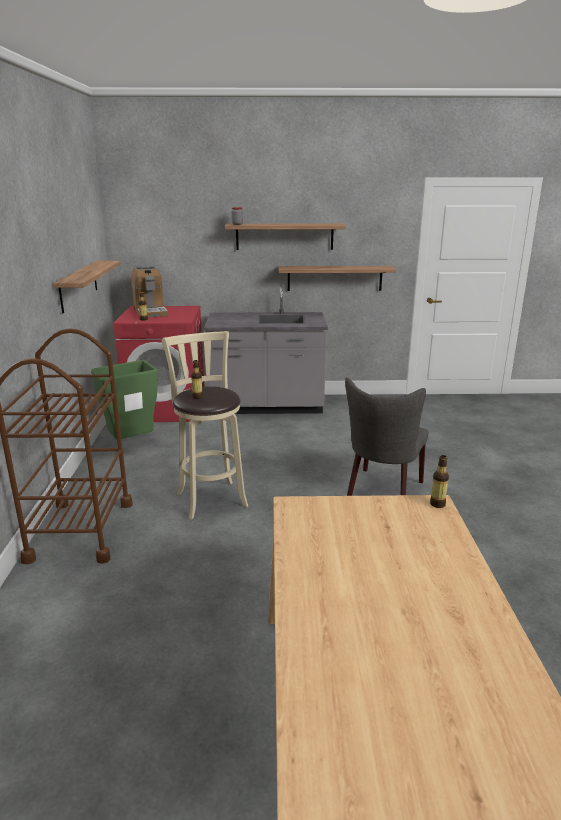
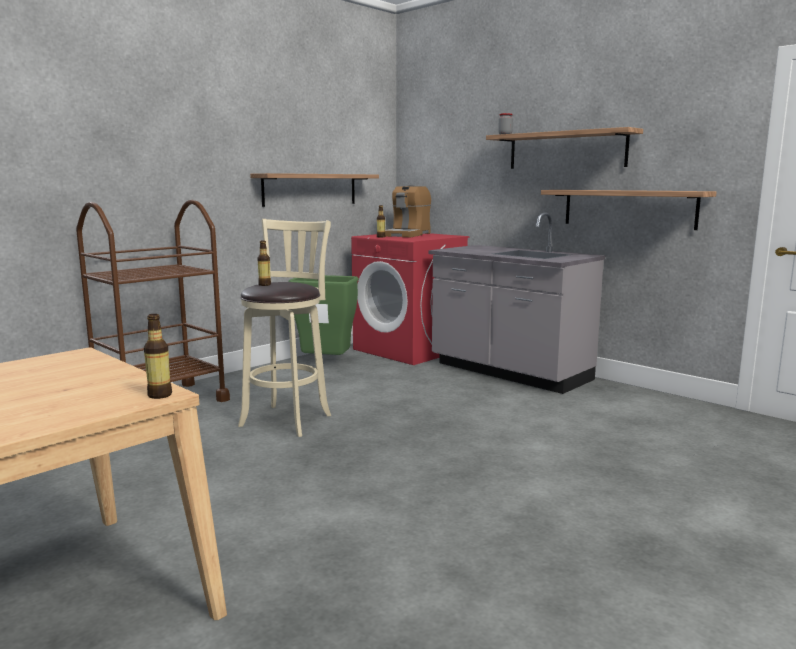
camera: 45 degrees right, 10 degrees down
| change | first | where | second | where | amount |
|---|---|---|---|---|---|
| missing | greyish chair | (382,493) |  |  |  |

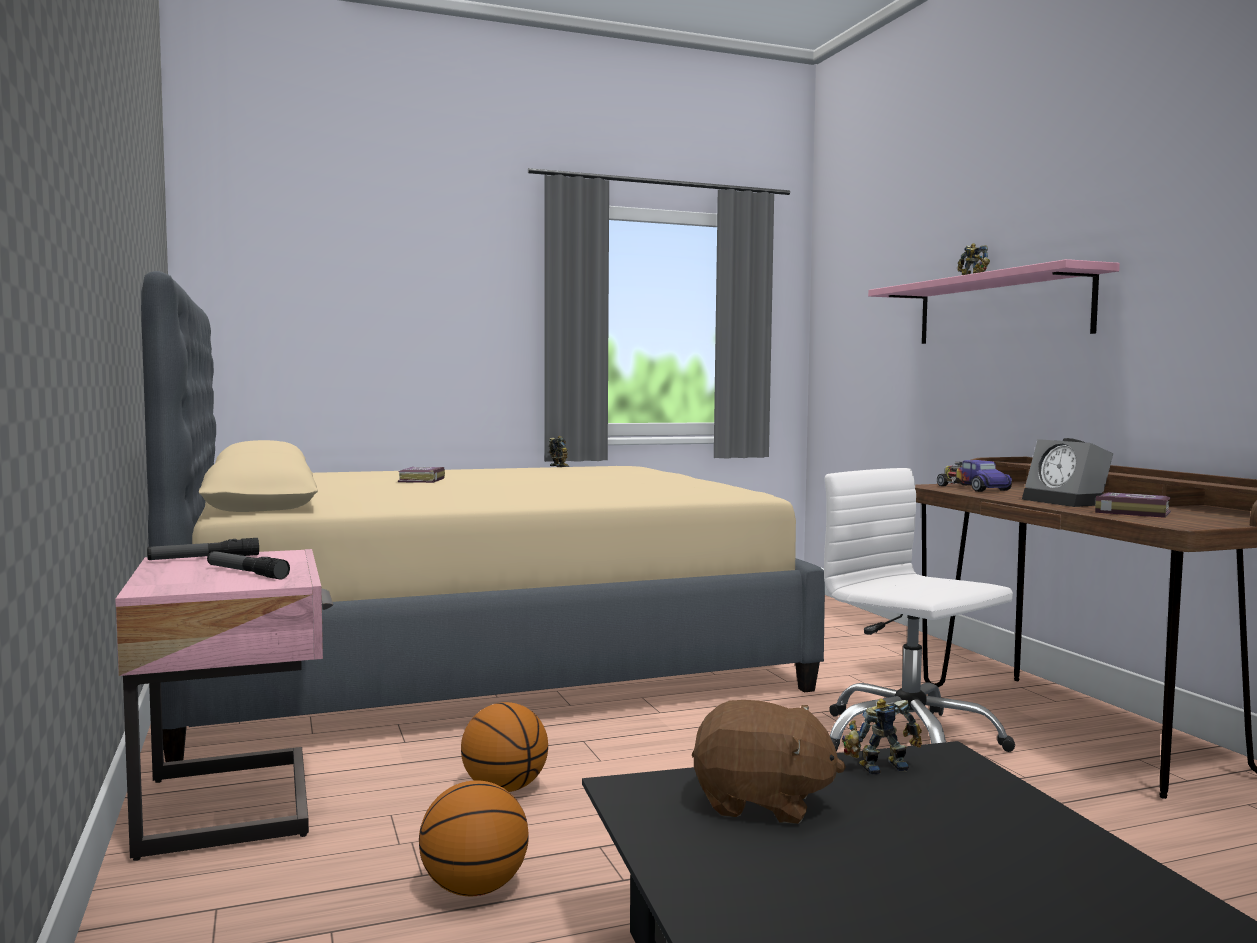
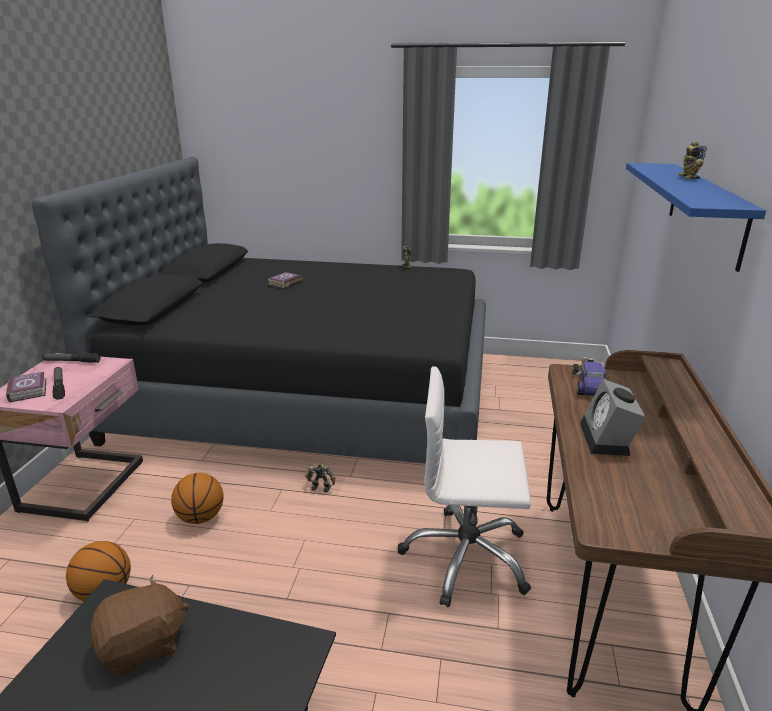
camera: 30 degrees right, 20 degrees up
| change | first | where | second | where | amount |
|---|---|---|---|---|---|
| colour | pinkish bracket shelf | (1000,309) | blue-coloured bracket shelf | (705,210) |  |
| colour | beige-coloured bed | (477,659) | black-coloured bed | (312,394) |  |
| spun | whitish desk chair | (908,740) |  | (466,557) | 75 degrees counterclockwise |
| relocated | bound book | (1131,512) |  | (29,390) |  |
| relocated | robot figure | (880,766) |  | (321,486) |  |
| spun | brownish cuddly toy | (762,803) |  | (143,646) | 75 degrees counterclockwise |

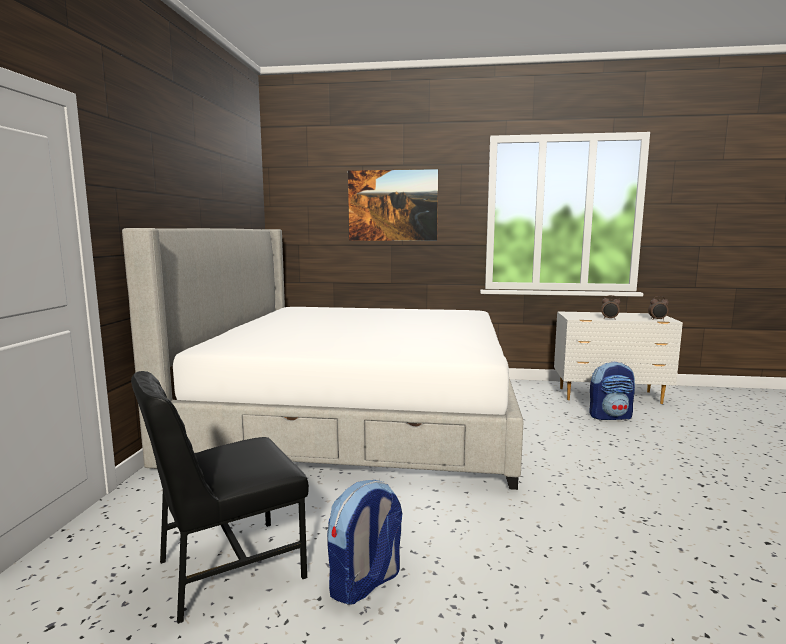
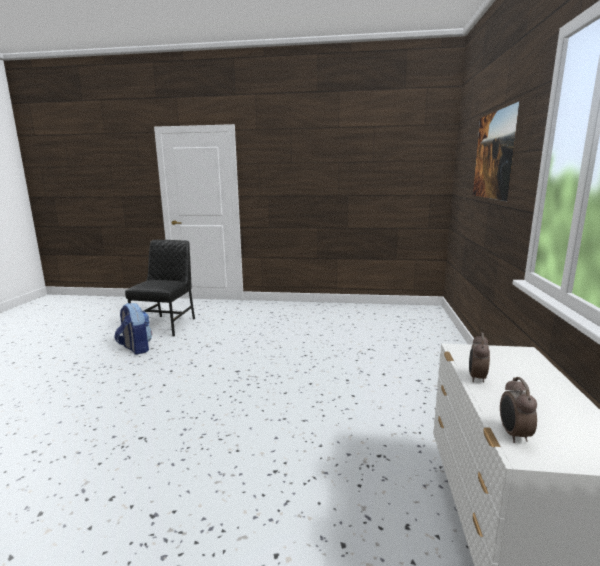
camera: 90 degrees right, 5 degrees up
| change | first | where | second | where | amount |
|---|---|---|---|---|---|
| missing | bed | (358,416) |  |  |  |
| missing | backpack | (610,416) |  |  |  |
| spun | black-coloured chair | (228,568) |  | (166,325) | 45 degrees clockwise |

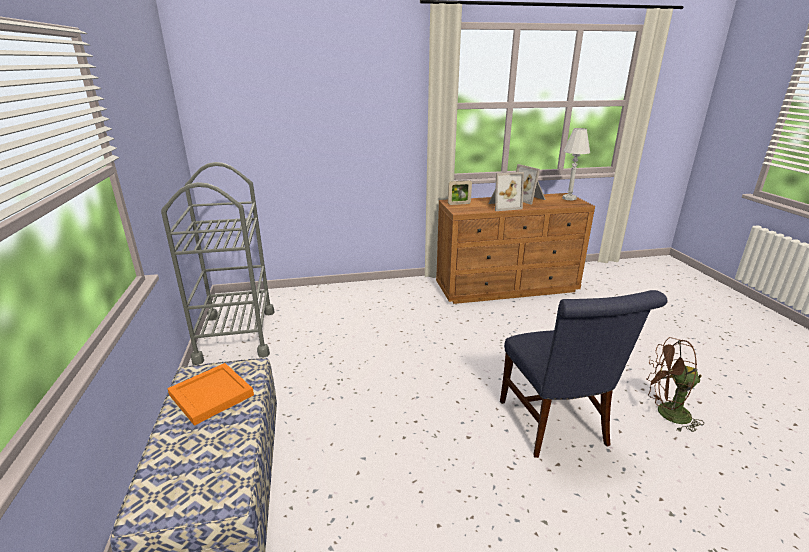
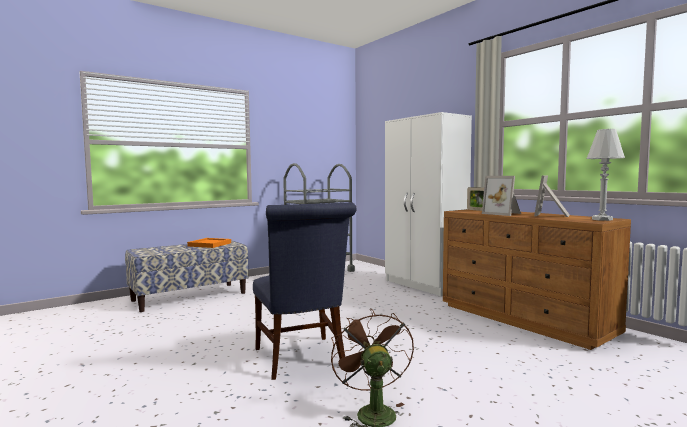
camera: 65 degrees right, 20 degrees down
| change | first | where | second | where | amount |
|---|---|---|---|---|---|
| spun | blue-coloured chair | (556,426) |  | (302,359) | 75 degrees counterclockwise |
| appeared |  |  | whitish clothes cupboard | (425,285) |  |

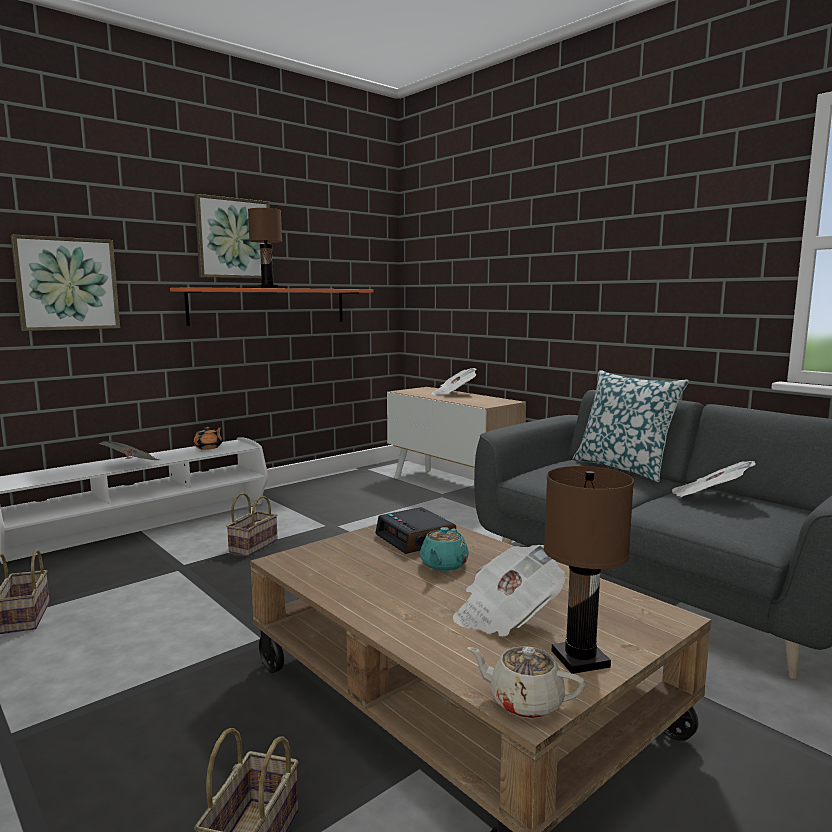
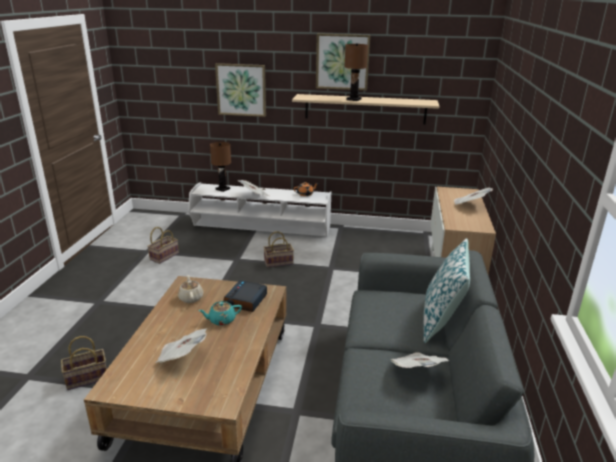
camera: 50 degrees right, 15 degrees up
| change | first | where | second | where | amount |
|---|---|---|---|---|---|
| colour | orange bracket shelf | (270,306) | beige-coloured bracket shelf | (365,109) |  |
| relocated | brownish tabletop lamp | (581,659) |  | (222,189) |  |
| relocated | beige-coloured teapot | (524,702) |  | (191,298) |  |

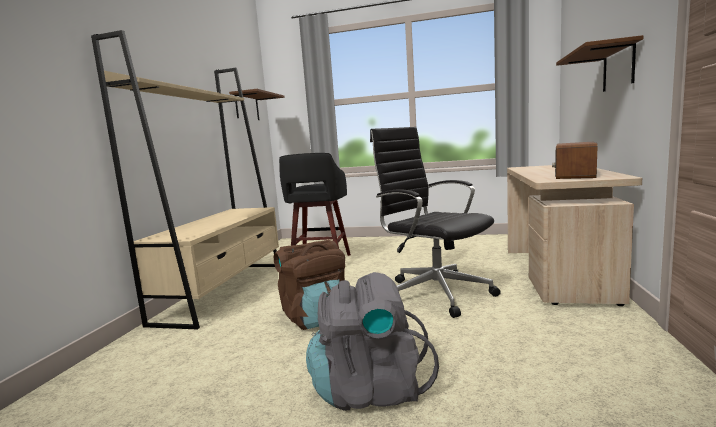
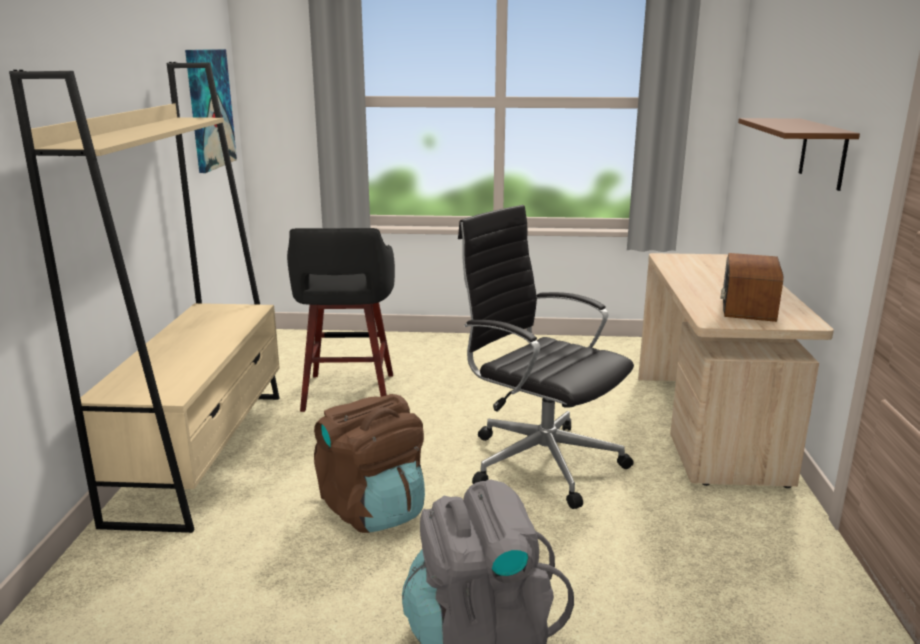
camera: 10 degrees left, 10 degrees up
| change | first | where | second | where | amount |
|---|---|---|---|---|---|
| exchanged | brownish bracket shelf | (247,107) | wall art | (209,109) |  |

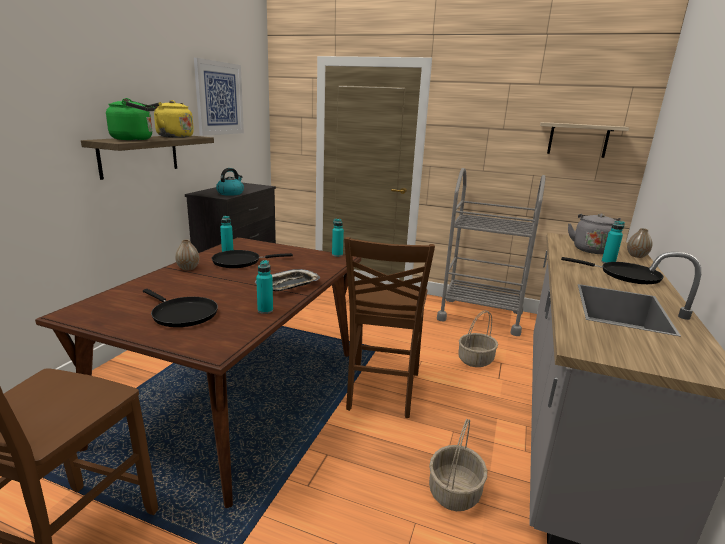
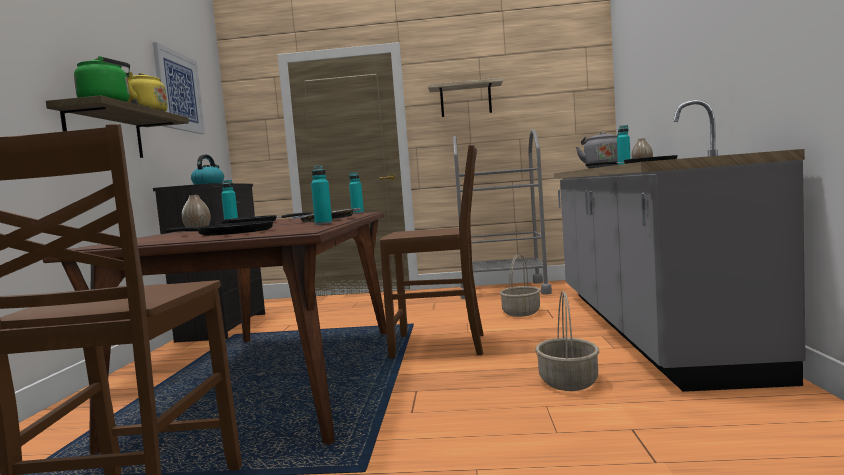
camera: 15 degrees left, 15 degrees down
| change | first | where | second | where | amount |
|---|---|---|---|---|---|
| relocated | bracket shelf | (578,140) |  | (465,100) |  |
| spun | brownish chair | (381,391) |  | (441,346) | 75 degrees counterclockwise |

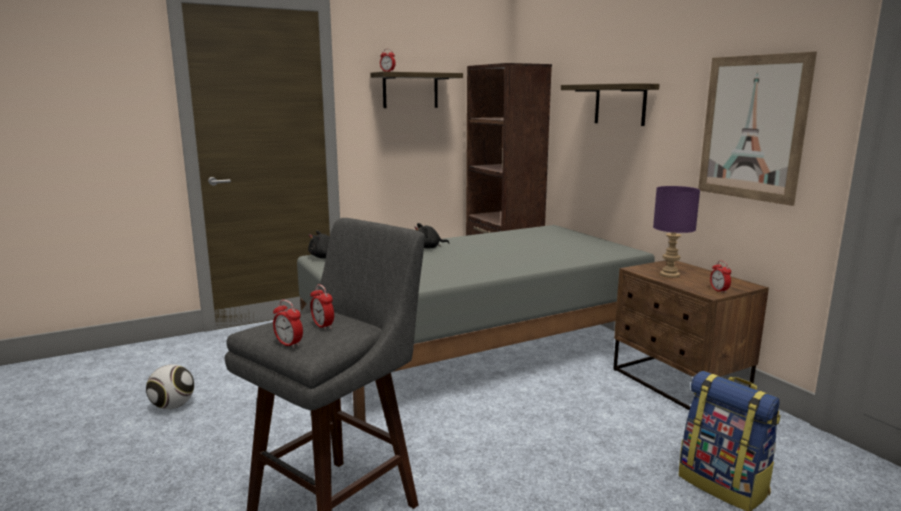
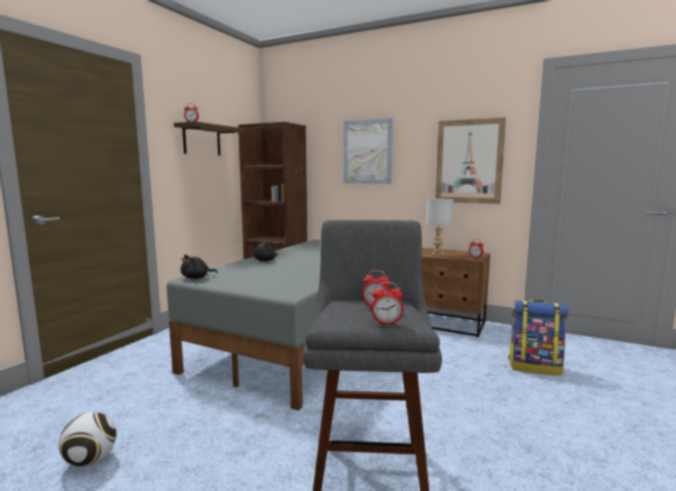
camera: 35 degrees left, 5 degrees down
| change | first | where | second | where | amount |
|---|---|---|---|---|---|
| exchanged | bracket shelf | (620,104) | wall art | (367,152) |  |
| colour | purple tabletop lamp | (670,275) | greyish tabletop lamp | (438,254) |  |

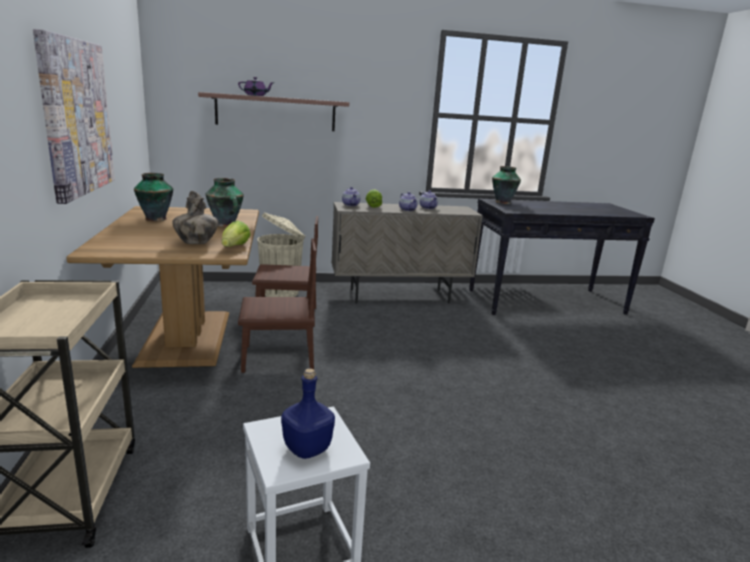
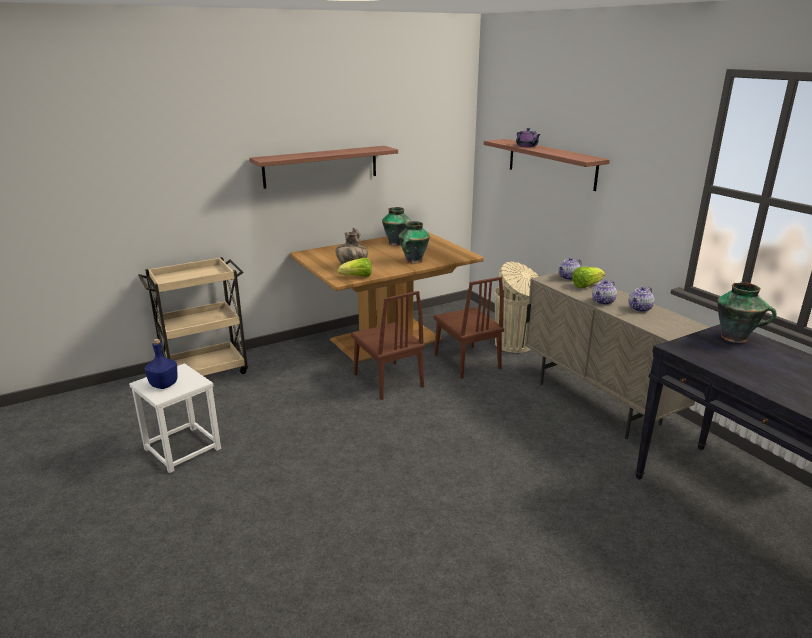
camera: 70 degrees right, 5 degrees up
| change | first | where | second | where | amount |
|---|---|---|---|---|---|
| exchanged | wall art | (75,117) | bracket shelf | (321,166) |  |

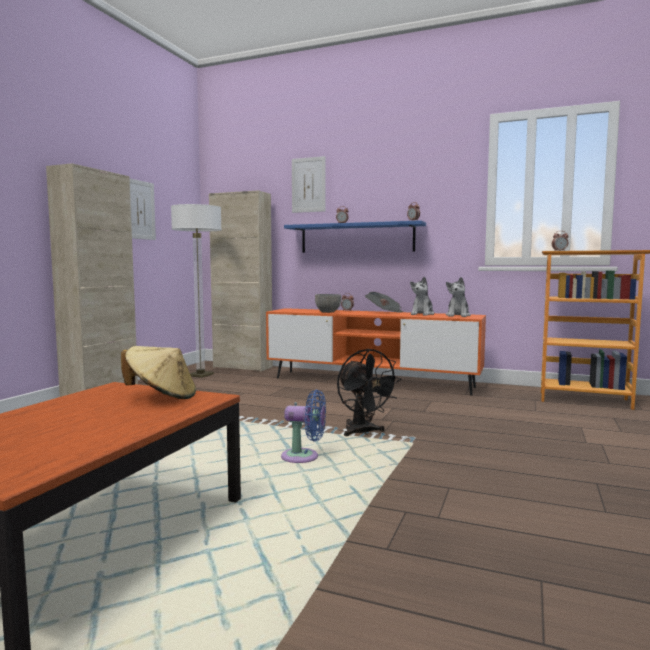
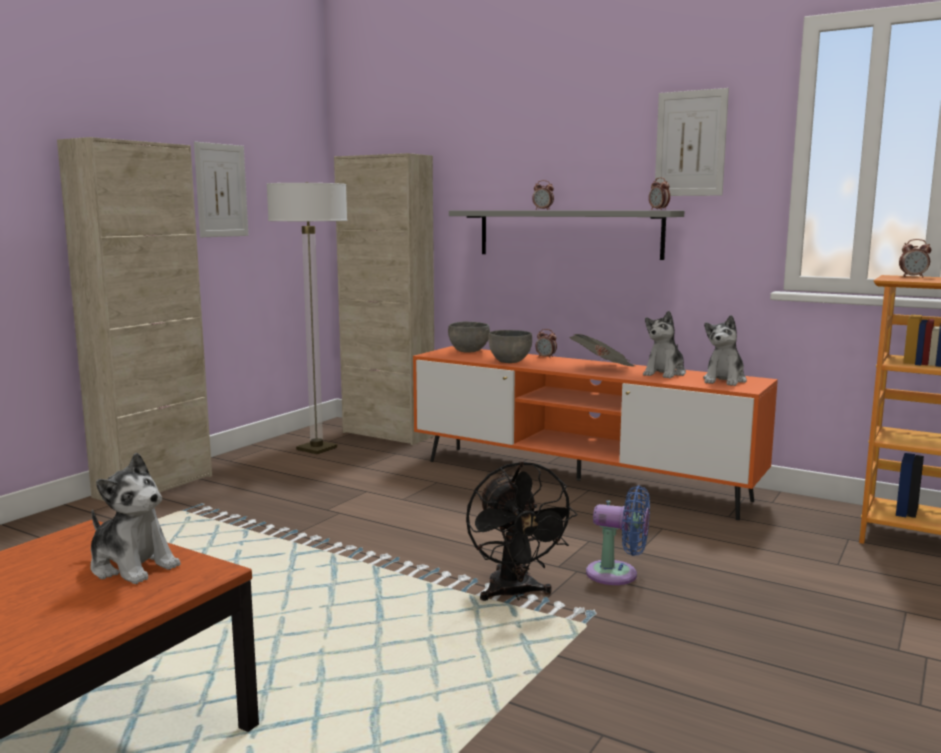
camera: 10 degrees right, 5 degrees up
| change | first | where | second | where | amount |
|---|---|---|---|---|---|
| relocated | wall art | (308,185) |  | (690,143) |  |
| colour | blue-coloured bracket shelf | (356,238) | greyish bracket shelf | (568,233) |  |
| exchanged | beige-coloured wearable hat | (162,397) | cuddly toy | (133,565) |  |
| relocated | blue-coloured electric fan | (304,457) |  | (617,575) |  |
| appeared |  |  | greyish deep dish | (468,351) |  |

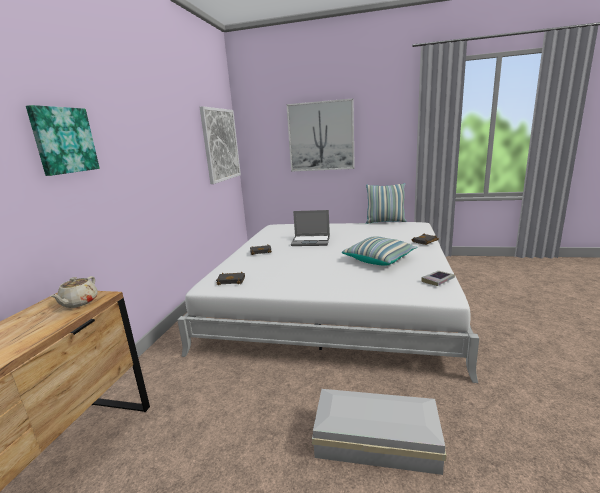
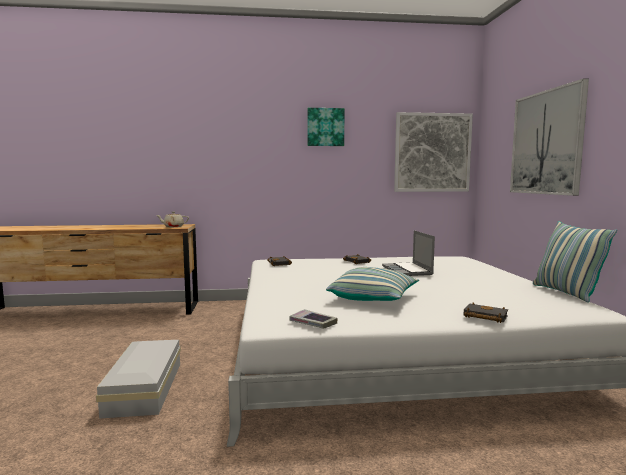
camera: 70 degrees right, 10 degrees down
| change | first | where | second | where | amount |
|---|---|---|---|---|---|
| relocated | wall art | (63,140) |  | (325,127) |  |

